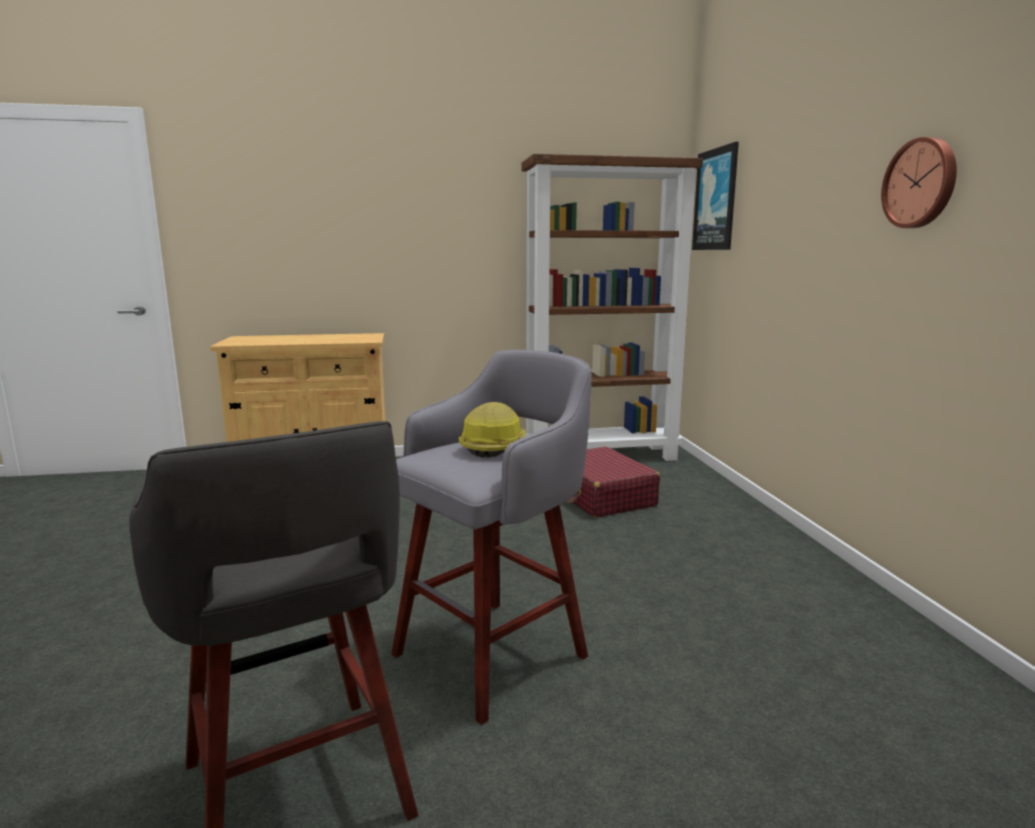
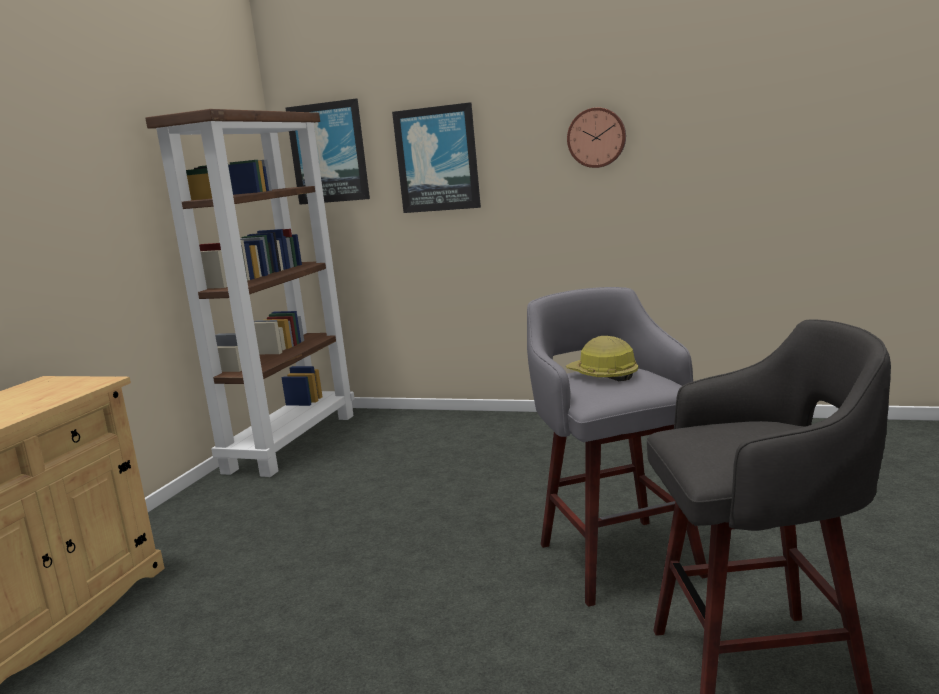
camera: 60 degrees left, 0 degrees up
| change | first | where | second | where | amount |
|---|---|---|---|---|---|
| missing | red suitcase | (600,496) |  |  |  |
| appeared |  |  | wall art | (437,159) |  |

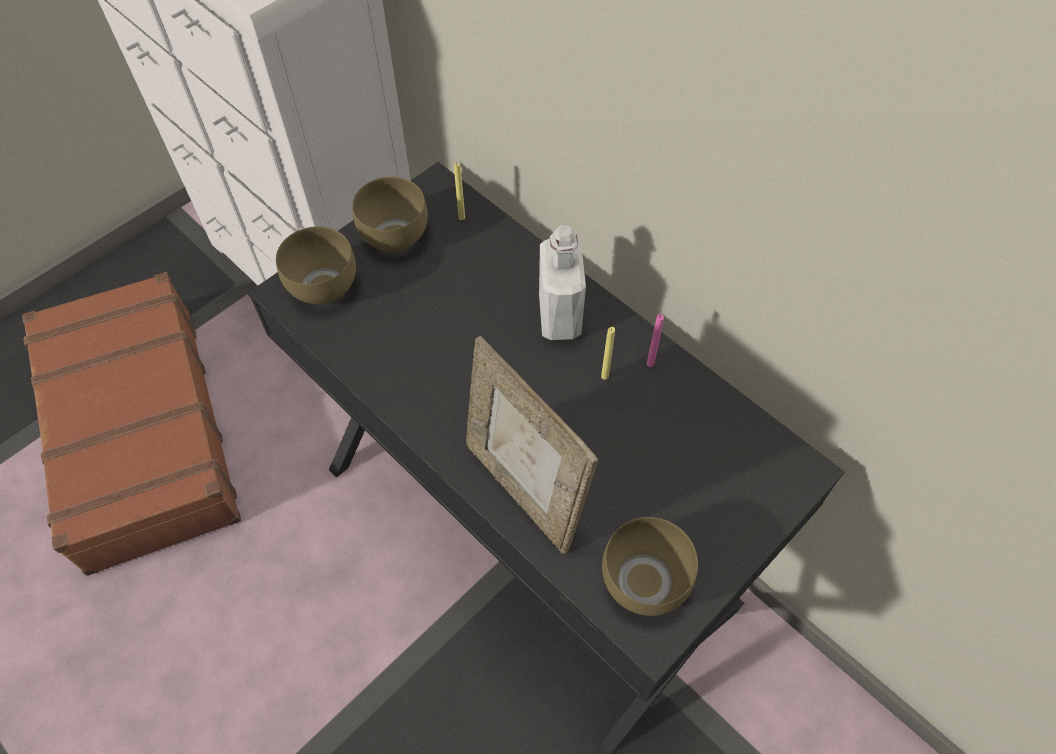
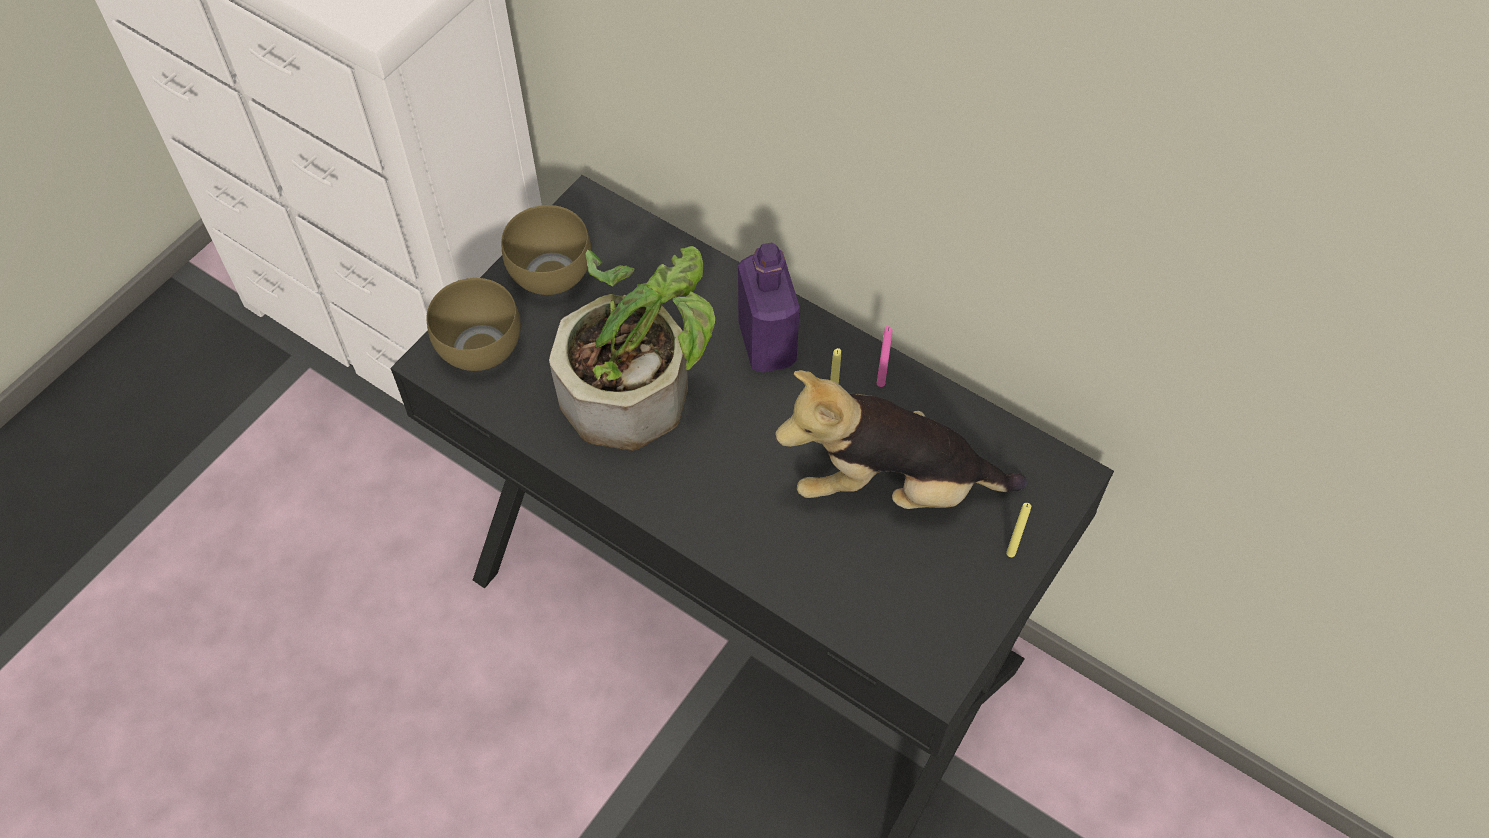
camera: 10 degrees left, 0 degrees up
| change | first | where | second | where | amount |
|---|---|---|---|---|---|
| relocated | yellow-coloured wax candle | (461,217) |  | (1010,553) |  |
| colour | whitish drink bottle | (559,317) | purple drink bottle | (767,344) |  |
| missing | brownish suitcase | (140,434) |  |  |  |
| missing | photo frame | (524,490) |  |  |  |
| missing | brownish deep dish | (640,580) |  |  |  |
| appeared |  |  | plant in a pot | (639,384) |  |
| appeared |  |  | cuddly toy | (891,486) |  |

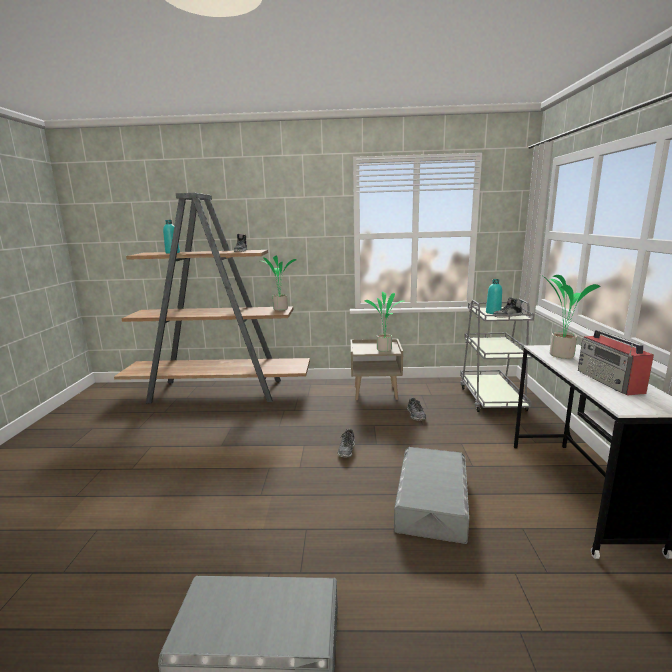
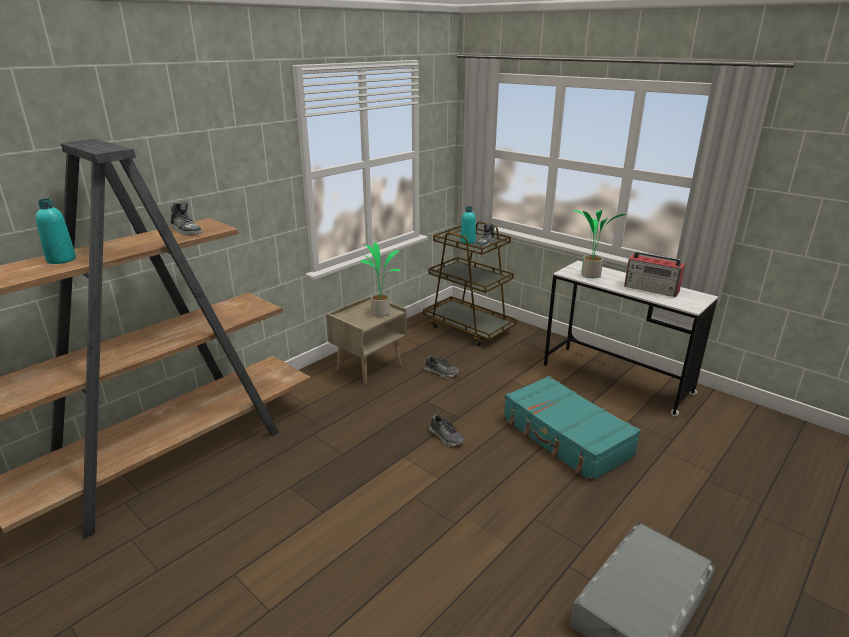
camera: 50 degrees left, 10 degrees up
| change | first | where | second | where | amount |
|---|---|---|---|---|---|
| missing | plant in a pot | (279,309) |  |  |  |
| colour | greyish cart | (491,398) | brownish cart | (468,327) |  |
| exchanged | greyish storage container | (432,501) | turquoise suitcase | (565,437) |  |

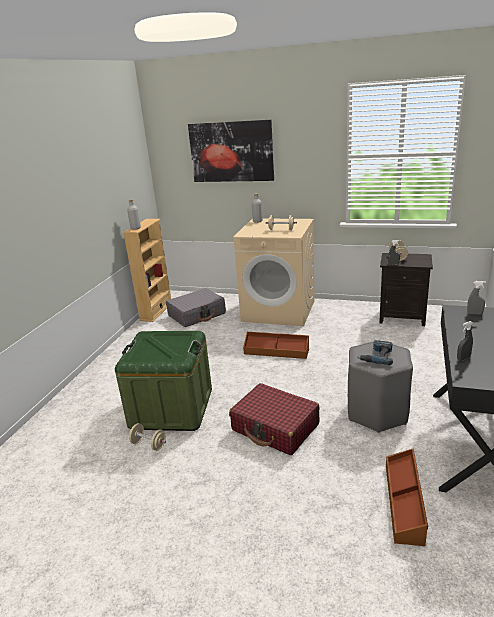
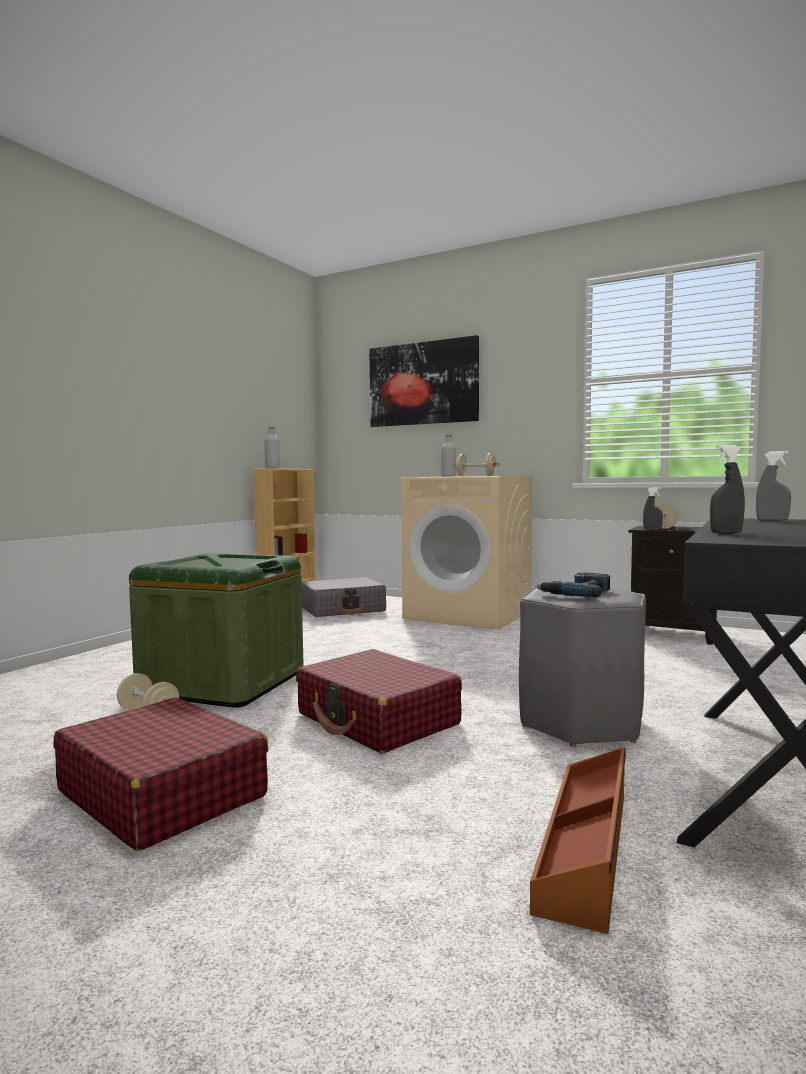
camera: 10 degrees right, 20 degrees down
| change | first | where | second | where | amount |
|---|---|---|---|---|---|
| missing | brownish storage container | (276,351) |  |  |  |
| appeared |  |  | red suitcase | (161,793) |  |

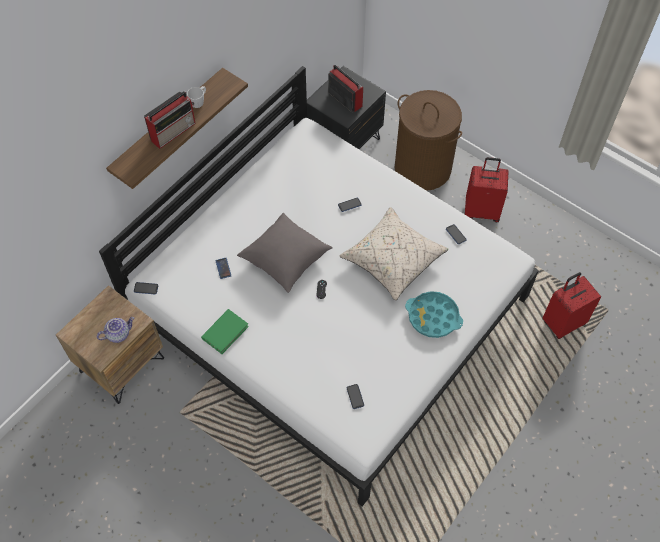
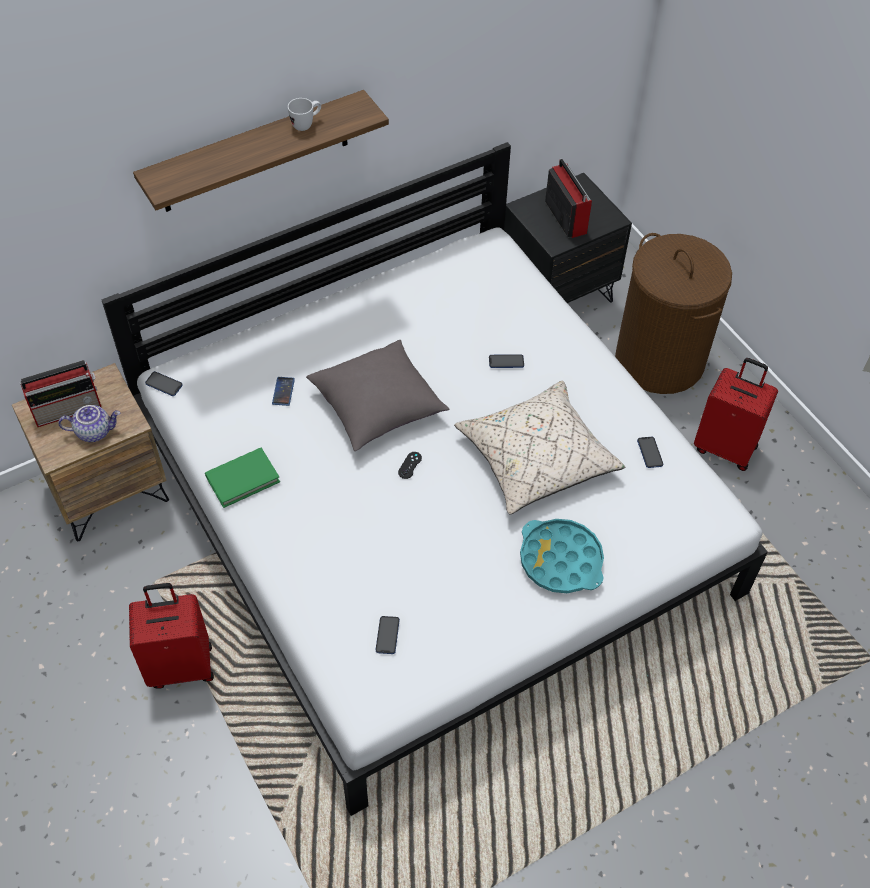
camera: 20 degrees right, 5 degrees down
| change | first | where | second | where | amount |
|---|---|---|---|---|---|
| relocated | radio | (174,131) |  | (69,409) |  |
| relocated | red suitcase | (563,322) |  | (181,665) |  |

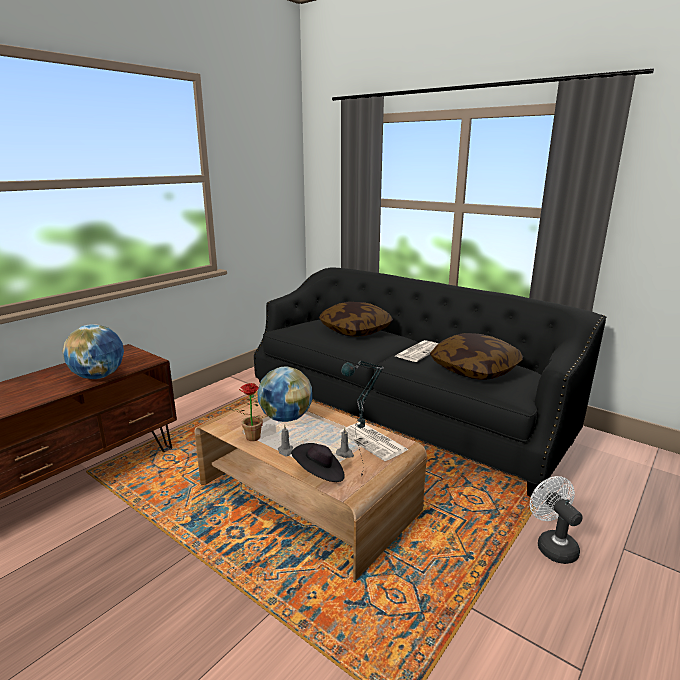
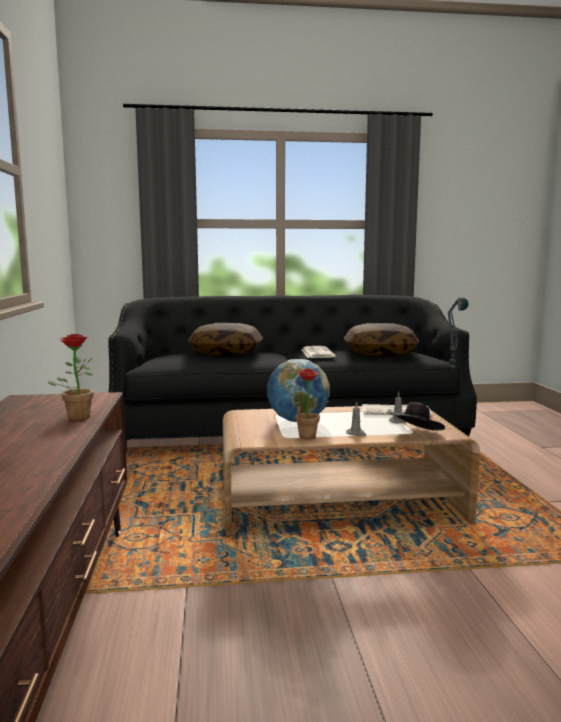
camera: 45 degrees left, 10 degrees down
| change | first | where | second | where | amount |
|---|---|---|---|---|---|
| exchanged | desk globe | (99,376) | plant in a pot | (77,417) |  |
| missing | whitish electric fan | (552,545) |  |  |  |

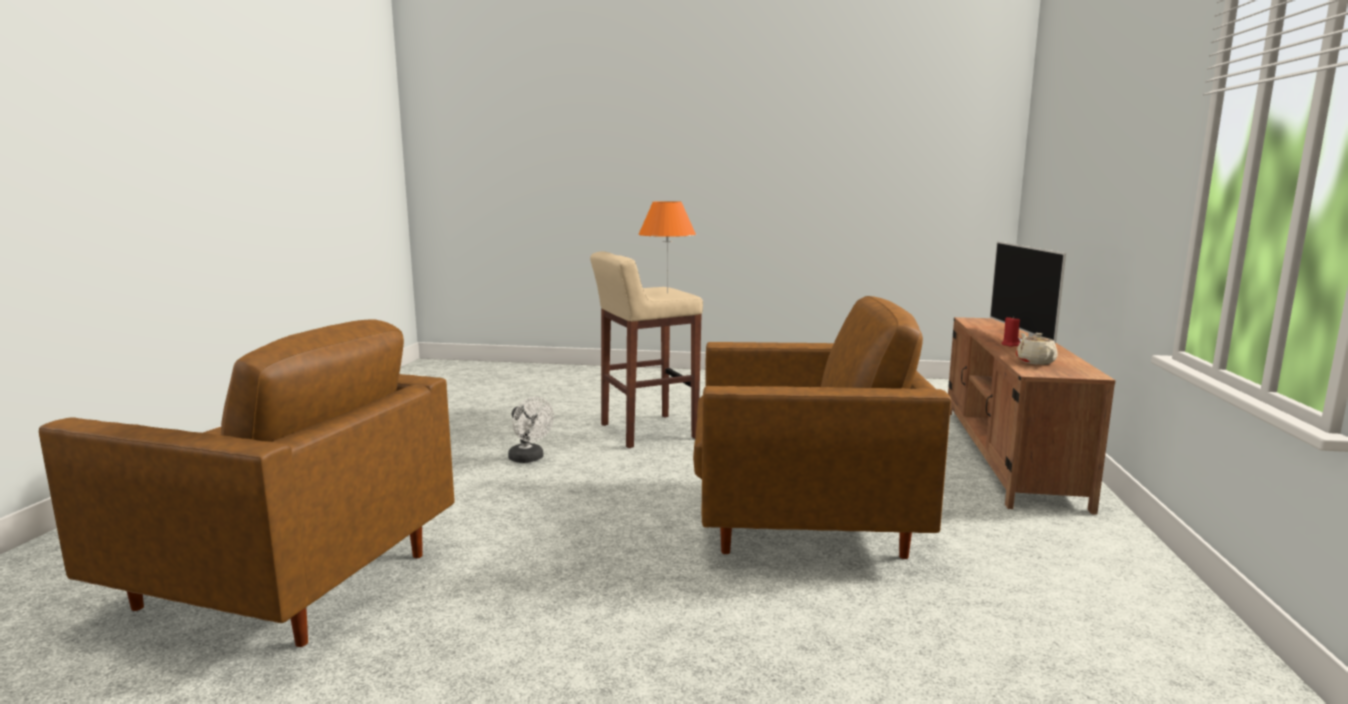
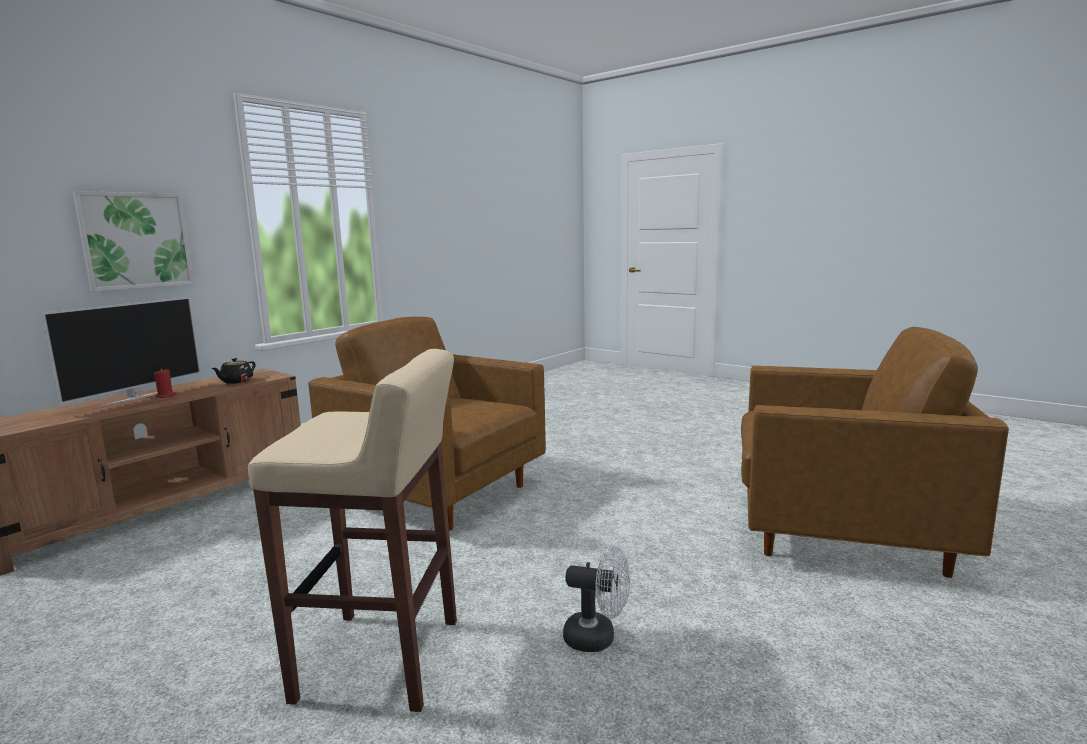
camera: 150 degrees left, 0 degrees up
| change | first | where | second | where | amount |
|---|---|---|---|---|---|
| missing | orange tabletop lamp | (667,293) |  |  |  |
| spun | brownish lounge chair | (283,580) |  | (840,532) | 150 degrees clockwise |
| colour | beige-coloured teapot | (1035,361) | black-coloured teapot | (236,381) |  |
| spun | whitish electric fan | (529,459) |  | (598,638) | 120 degrees clockwise |
| appeared |  |  | wall art | (136,240) |  |

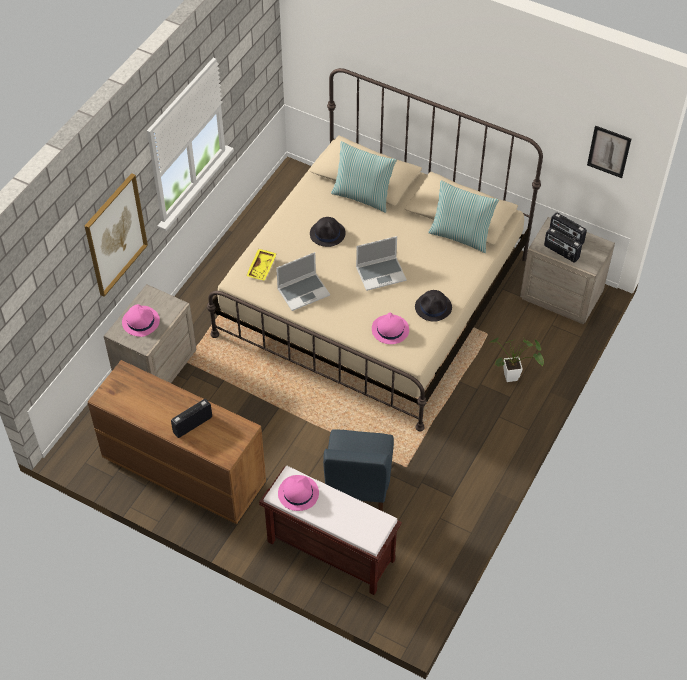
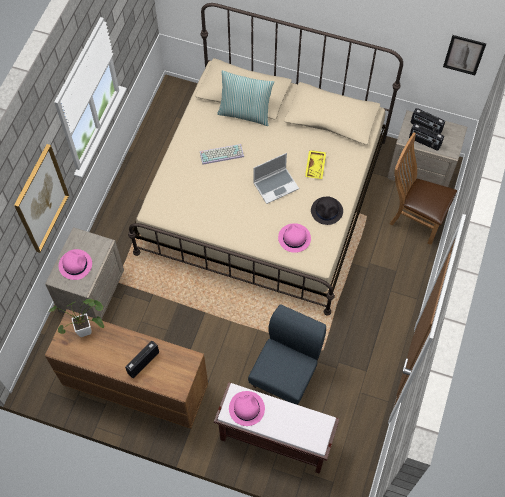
camera: 10 degrees left, 10 degrees up
| change | first | where | second | where | amount |
|---|---|---|---|---|---|
| missing | cushion | (460,236) |  |  |  |
| exchanged | black-coloured wearable hat | (327,233) | PC keyboard | (222,153) |  |
| relocated | yellow-coloured carrying tray | (262,268) |  | (316,167) |  |
| missing | notebook computer | (303,292) |  |  |  |
| relocated | plant in a pot | (514,377) |  | (88,330) |  |
| spun | blue-coloured chair | (357,484) |  | (285,373) | 150 degrees counterclockwise |
| appeared |  |  | brownish chair | (414,218) |  |

